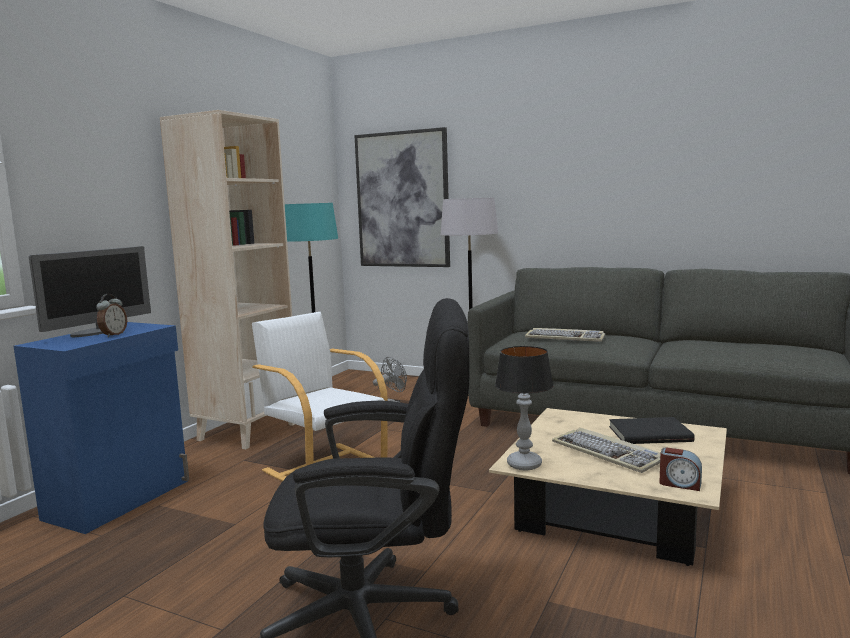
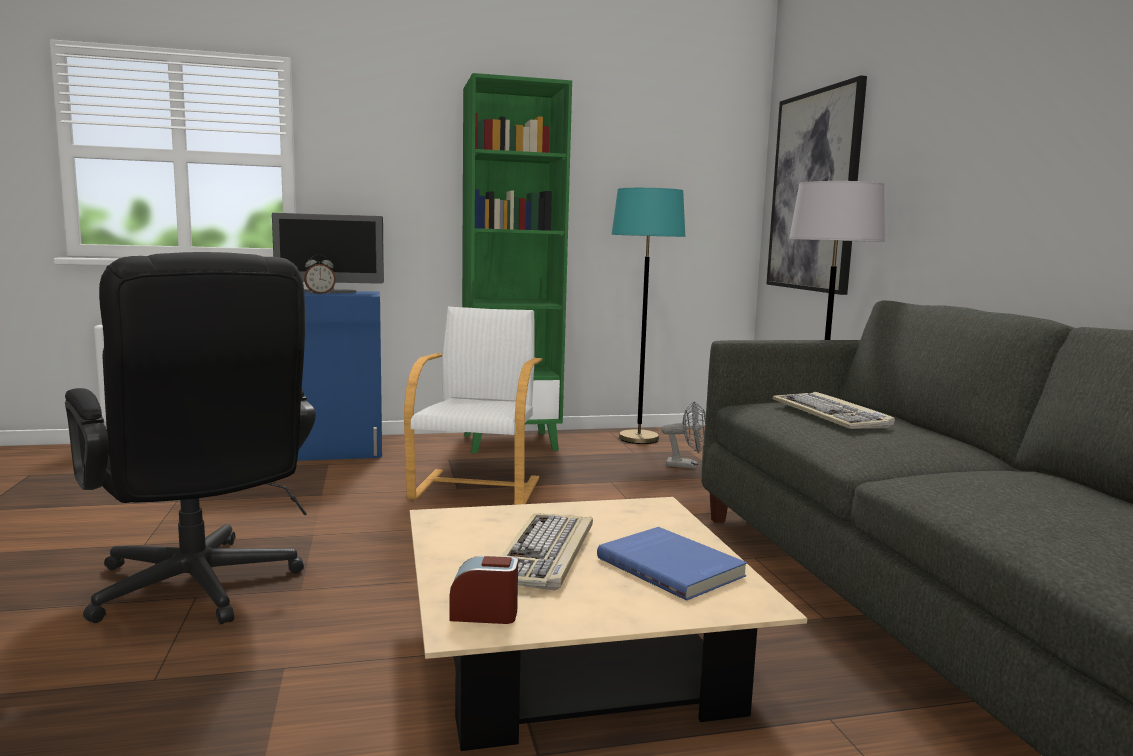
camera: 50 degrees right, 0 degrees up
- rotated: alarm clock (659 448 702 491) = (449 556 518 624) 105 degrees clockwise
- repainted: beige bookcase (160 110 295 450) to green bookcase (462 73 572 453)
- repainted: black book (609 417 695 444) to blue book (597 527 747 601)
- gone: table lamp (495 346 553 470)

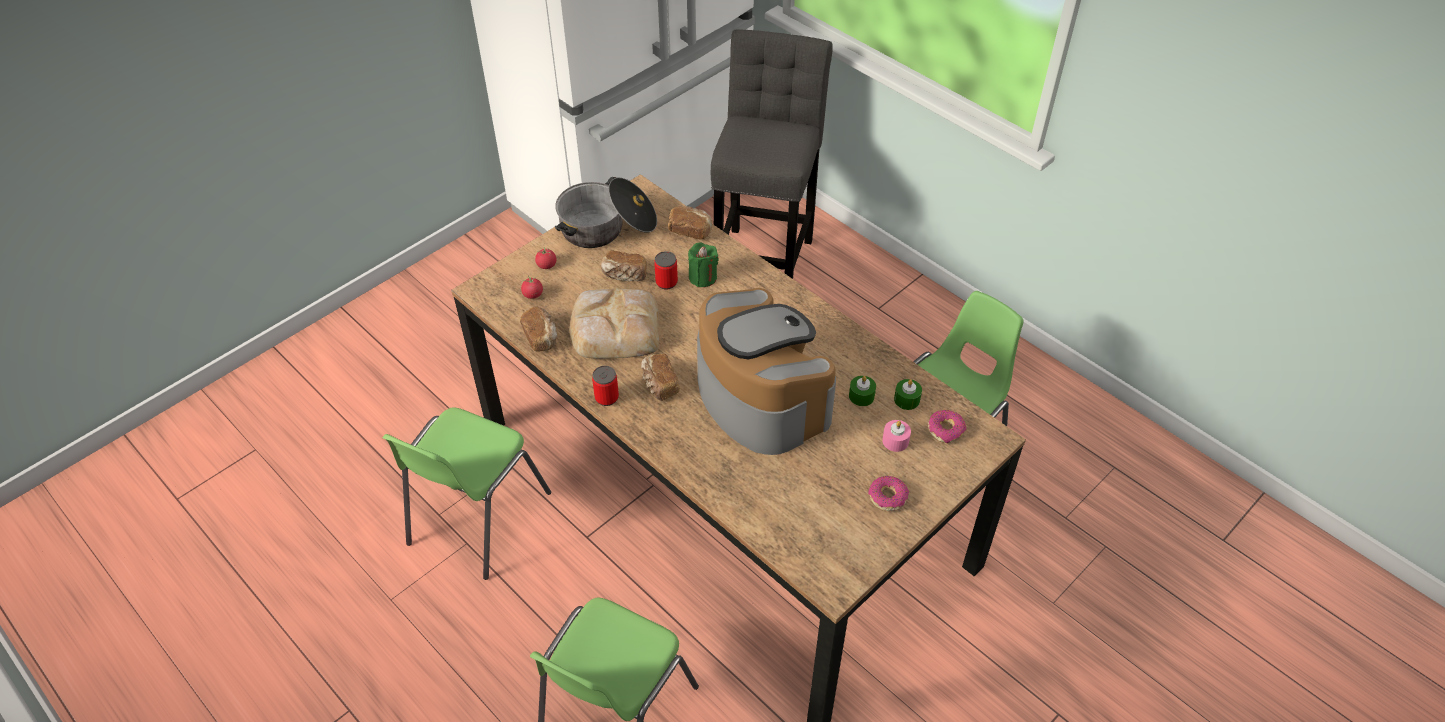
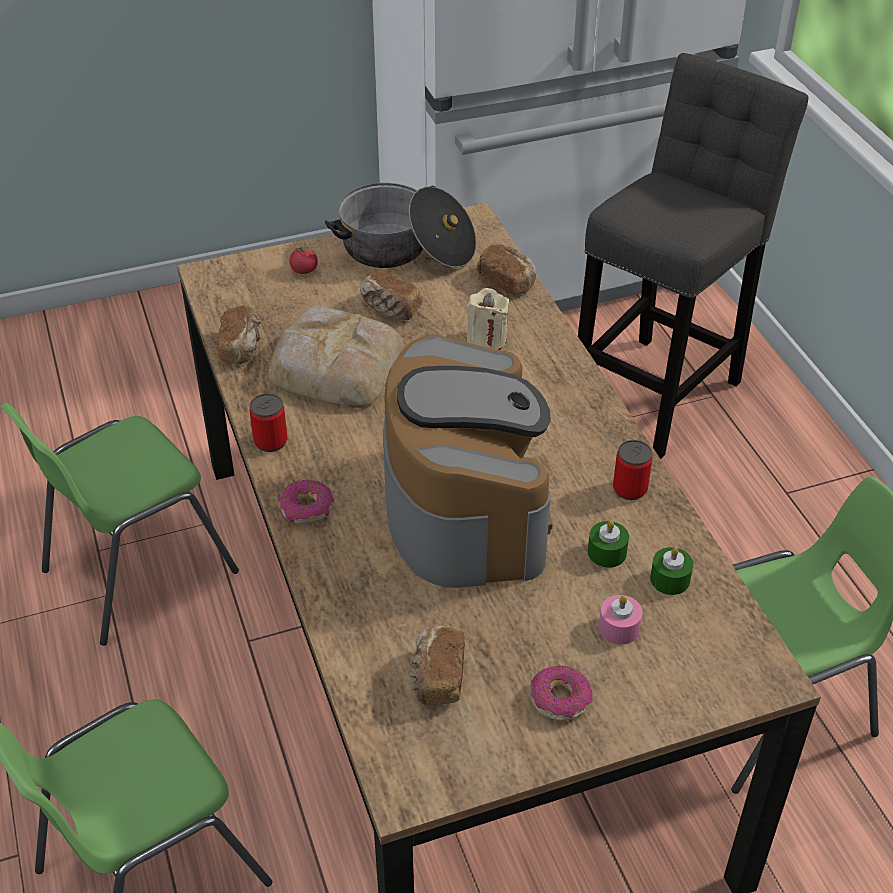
camera: 25 degrees right, 5 degrees down
- shifted: donut (928 410 967 443) to (279 480 334 524)
- shifted: bread (641 354 680 401) to (409 625 465 706)
- repainted: green candle (688 243 719 287) to beige candle (466 288 509 350)
- shifted: can (654 251 678 289) to (613 440 653 500)
- gone: tomato (521 275 543 299)

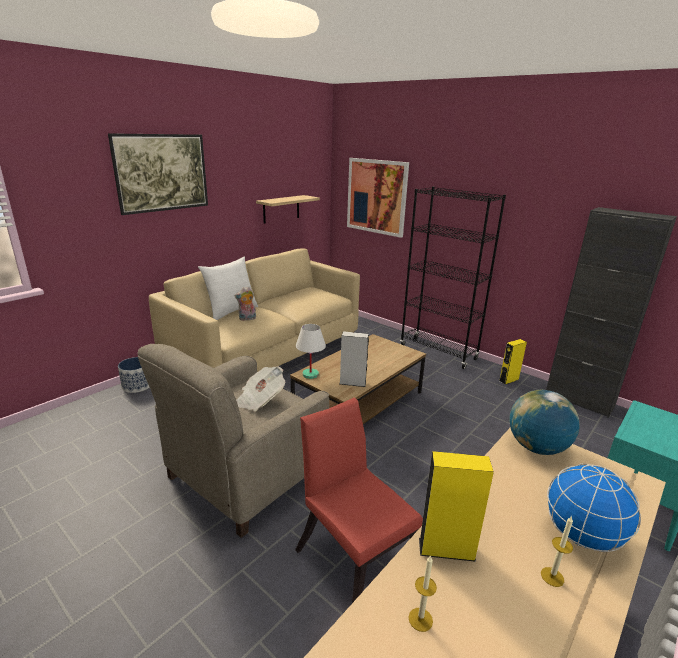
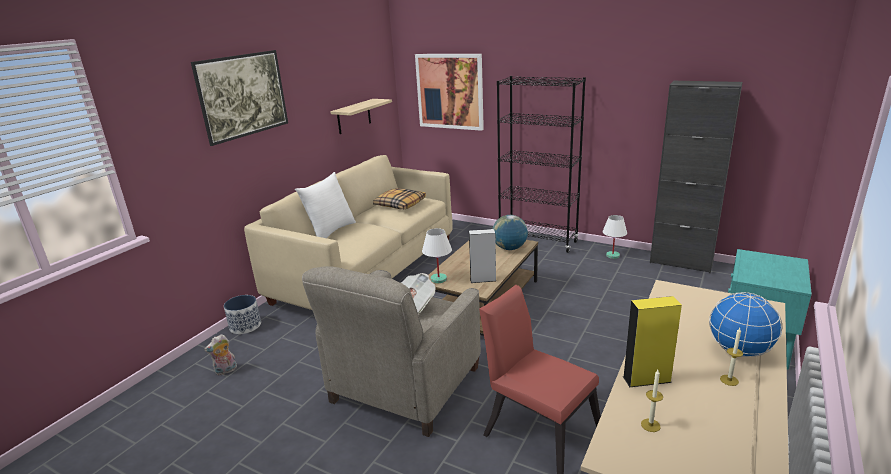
camera: 10 degrees left, 0 degrees up
- shifted: plush toy (234 286 256 321) to (204 334 237 375)
- new: pillow (373 188 426 210)
- shifted: globe (509 390 580 455) to (492 215 528 250)
- swapped: yellow speaker (499 339 527 385) to white table lamp (602 215 627 259)

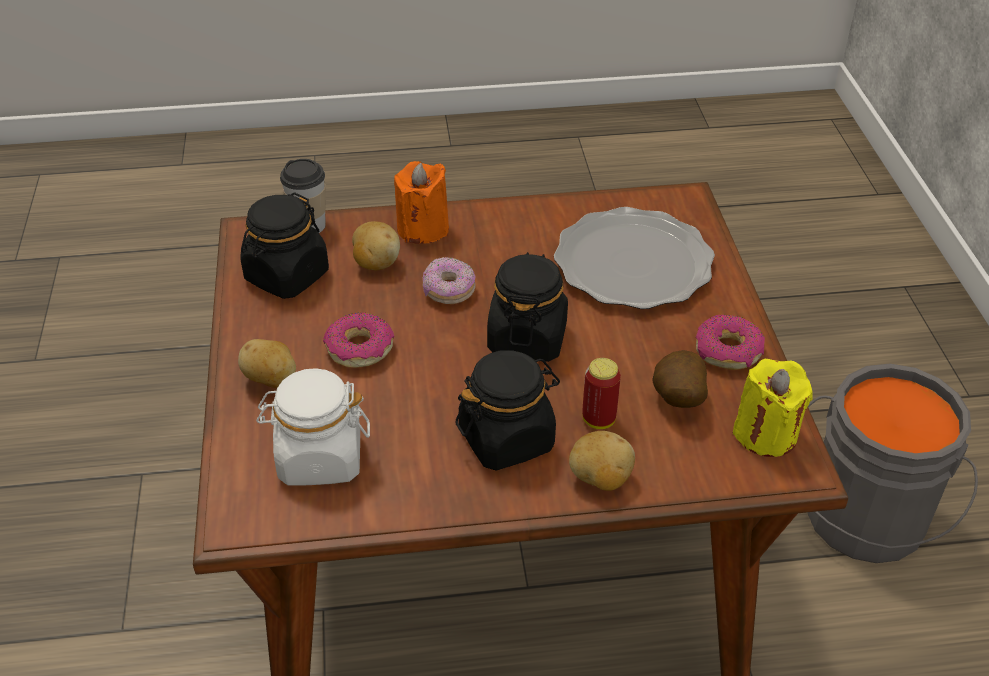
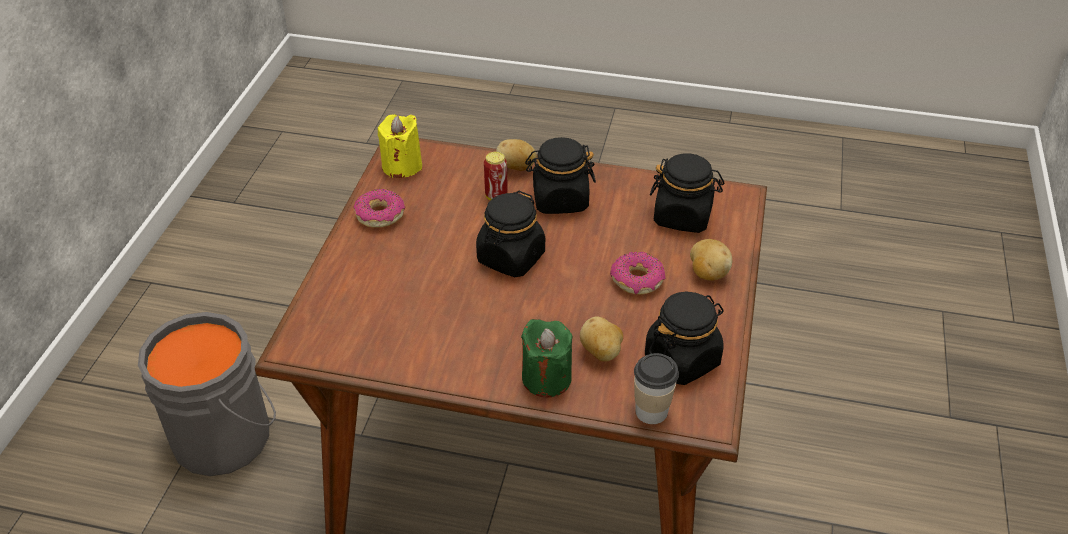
camera: 160 degrees left, 0 degrees up
- repainted: orange candle (394 161 449 244) to green candle (521 319 573 398)
- repainted: white jar (256 368 370 485) to black jar (650 153 725 233)
- gone: donut (422 257 476 304)
- gone: plate (554 207 715 309)
- gone: potato (652 350 708 408)

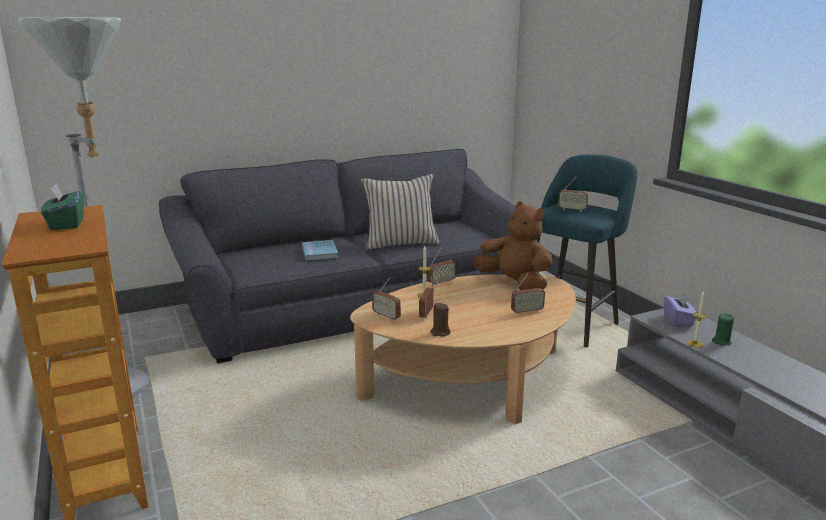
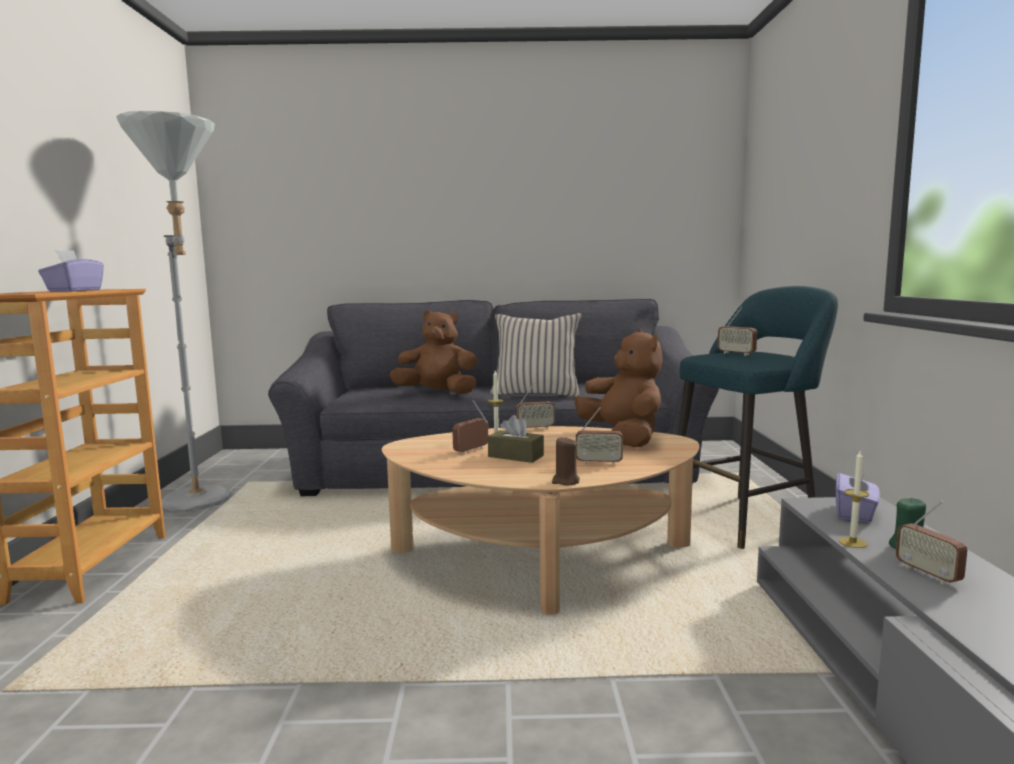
camera: 25 degrees right, 10 degrees down
- repainted: green tissue box (41 183 84 230) to purple tissue box (38 250 104 291)
- swapped: blue book (302 240 338 261) to brown plush toy (390 310 477 394)
- new: brown tissue box (488 415 544 463)
- shifted: brown candle (430 303 451 337) to (552 437 580 485)
- shifted: radio (372 277 401 321) to (896 500 967 584)

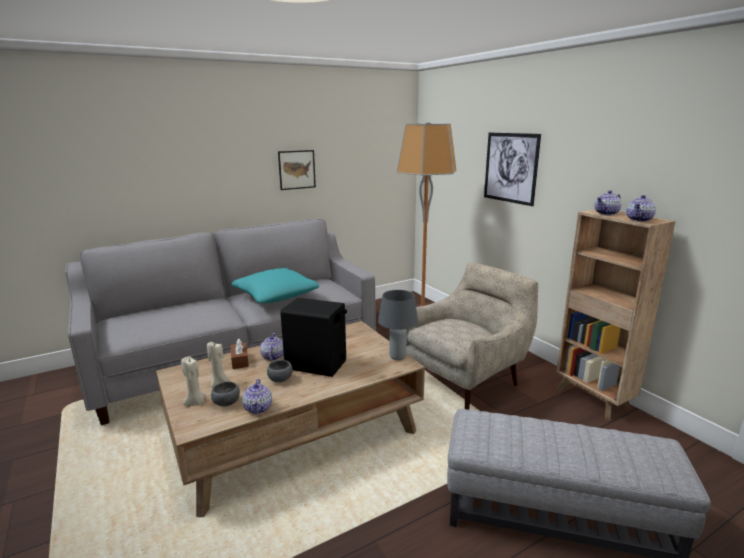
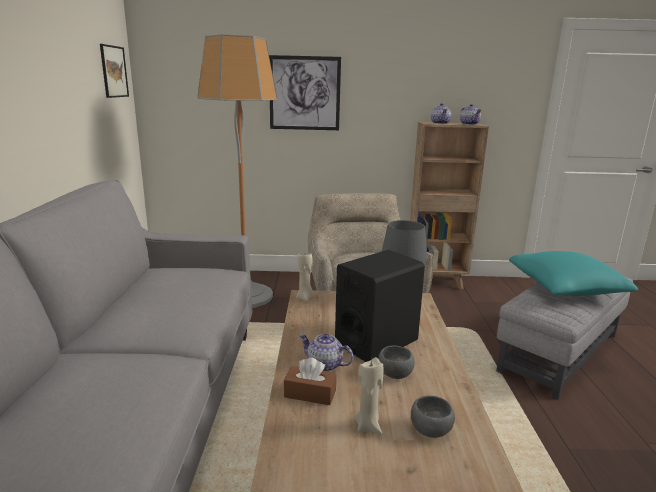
camera: 60 degrees left, 0 degrees up
- shifted: picture (278 150 316 190) to (100 44 129 98)
- shifted: beige candle (181 356 206 406) to (296 253 314 302)
- shifted: turquoise pillow (231 268 319 303) to (509 251 638 296)
- gone: teapot (242 379 272 414)

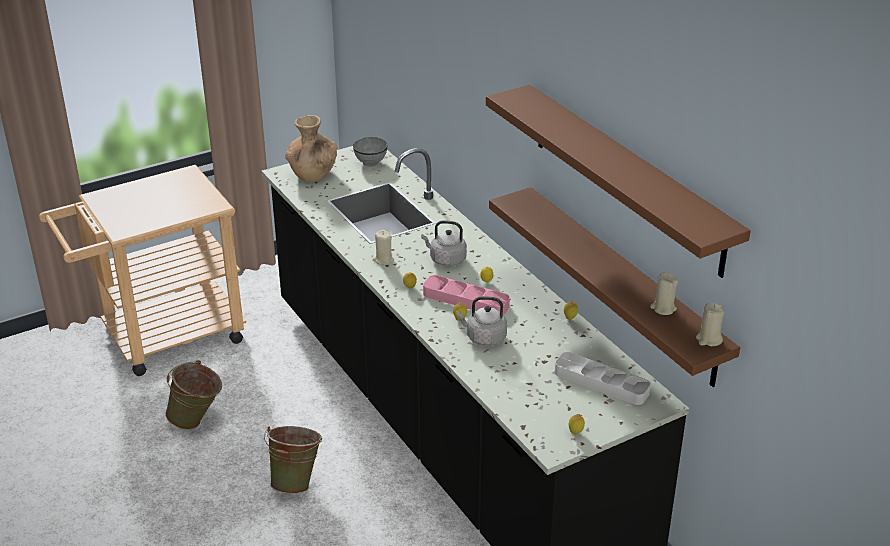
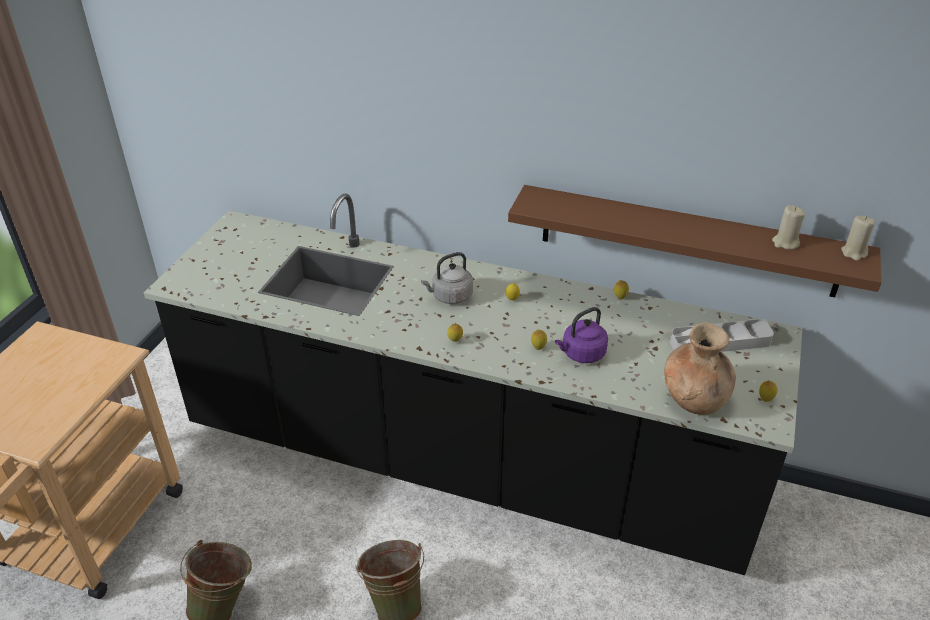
camera: 40 degrees left, 5 degrees up
- repainted: grey kettle (457 296 507 346) to purple kettle (555 307 608 363)
- shifted: brown vase (285 115 338 182) to (664 322 736 415)
- gone: grey bowl (353 137 388 167)
- gone: beige candle (373 230 394 265)
- gone: pink tray (423 275 510 315)
- gone: brown shelf (486 85 751 278)

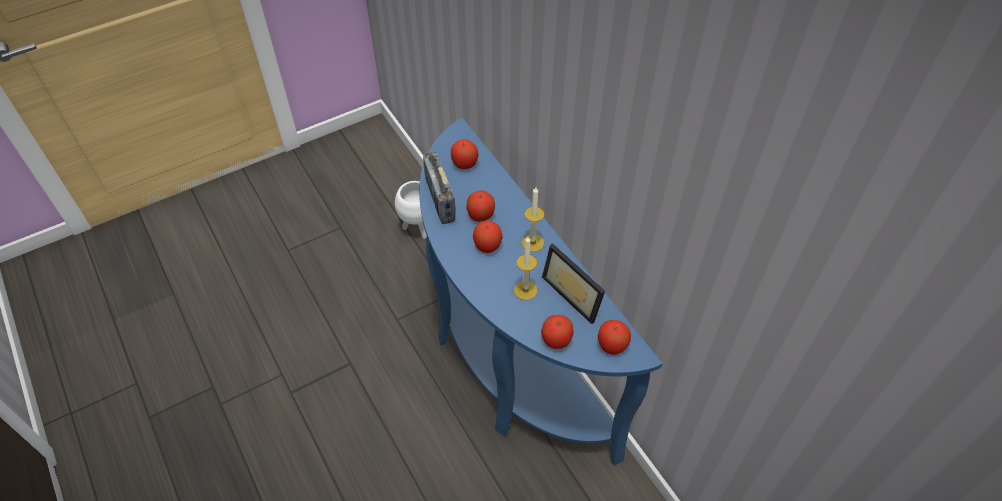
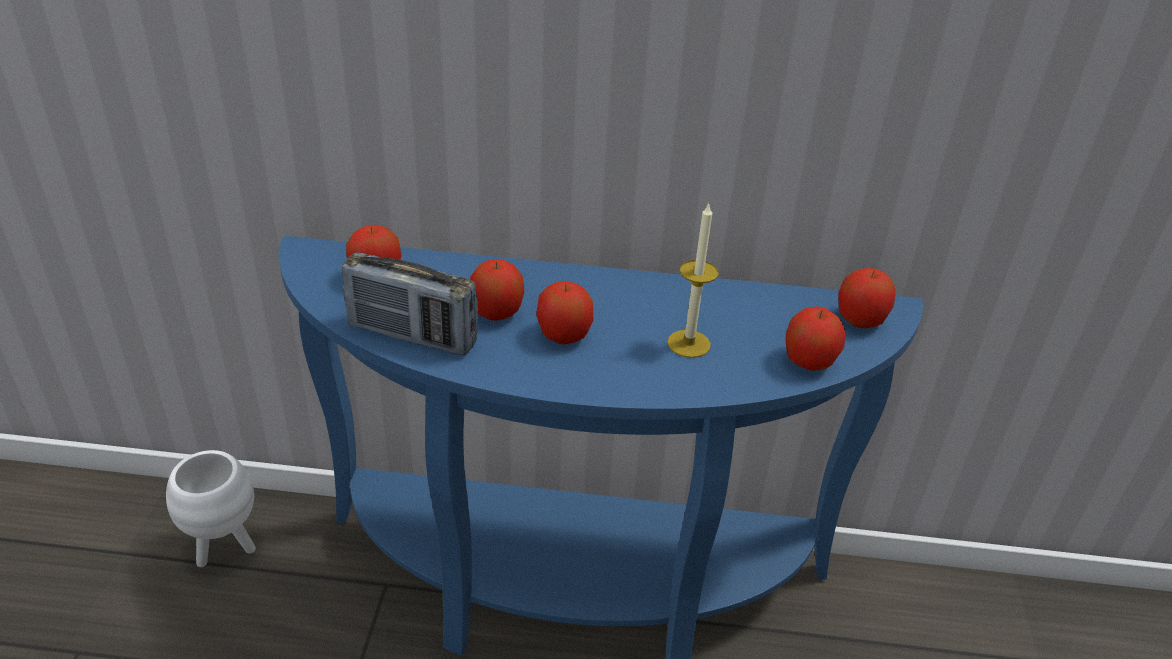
camera: 55 degrees left, 15 degrees down
- gone: candle (522 187 544 252)
- gone: picture frame (542 243 605 324)

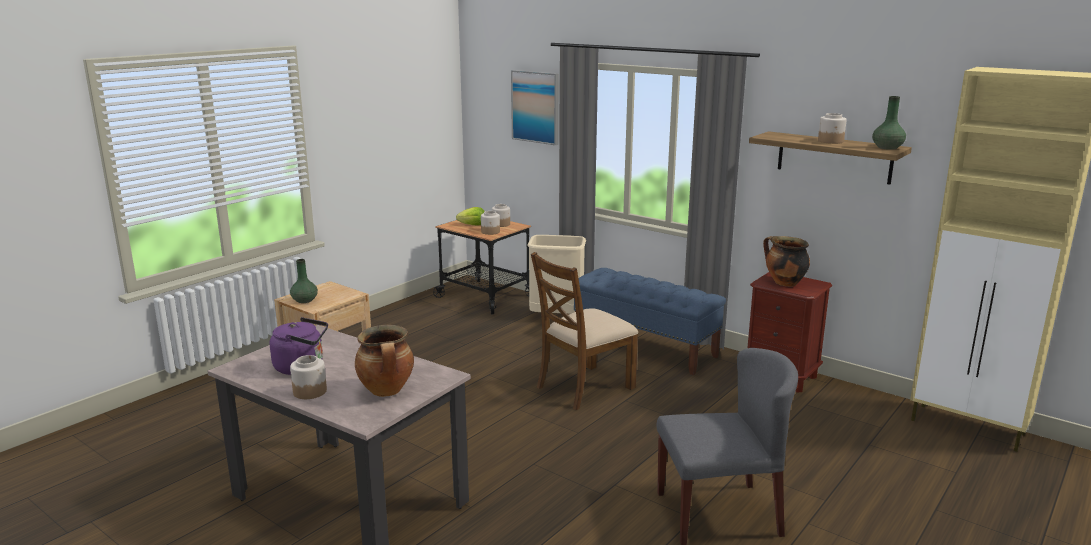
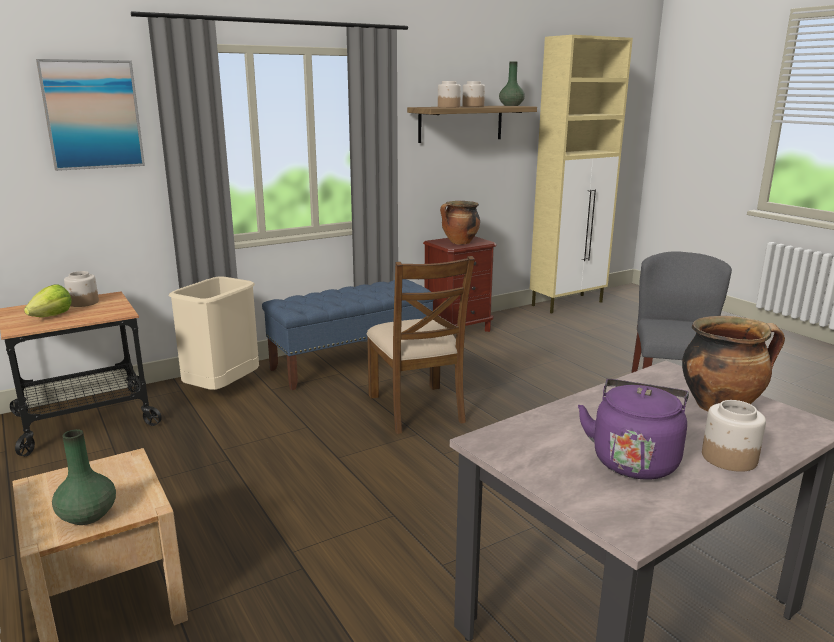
camera: 70 degrees left, 0 degrees up
- shifted: jar (481 211 500 235) to (438 81 461 108)

